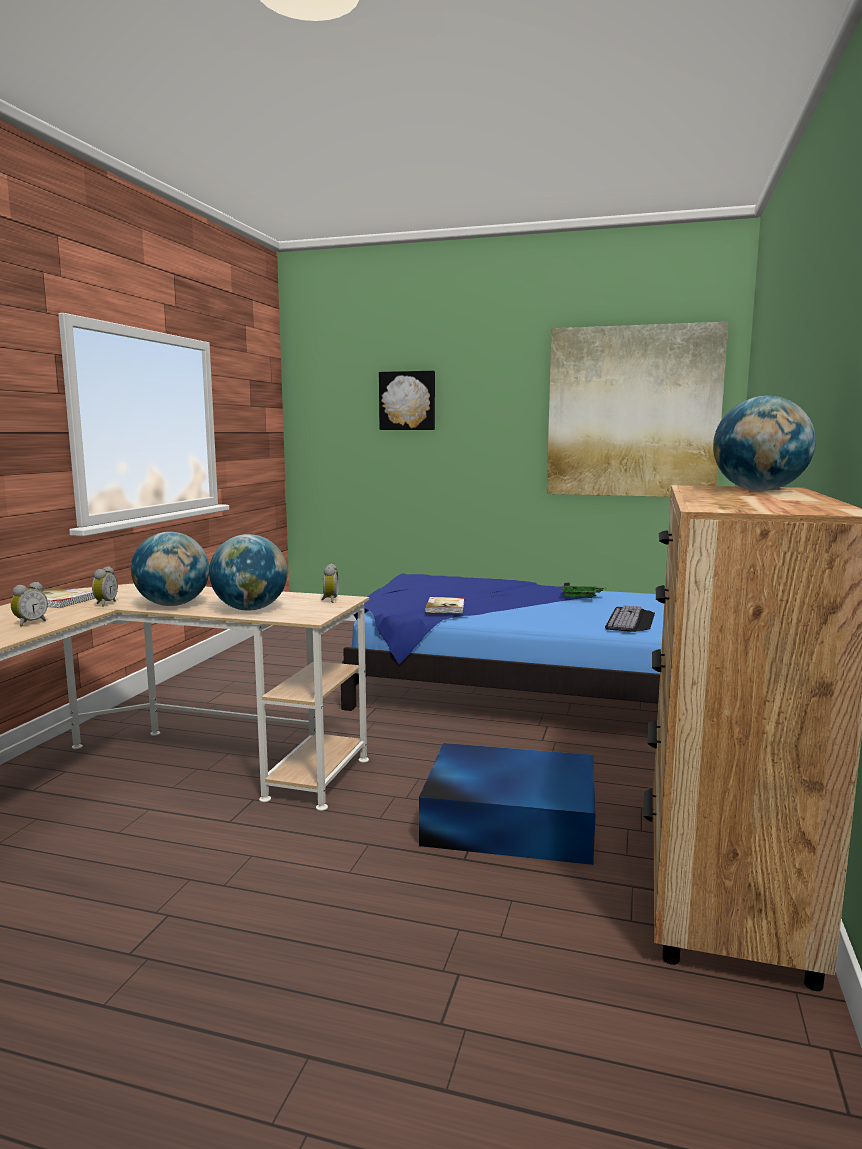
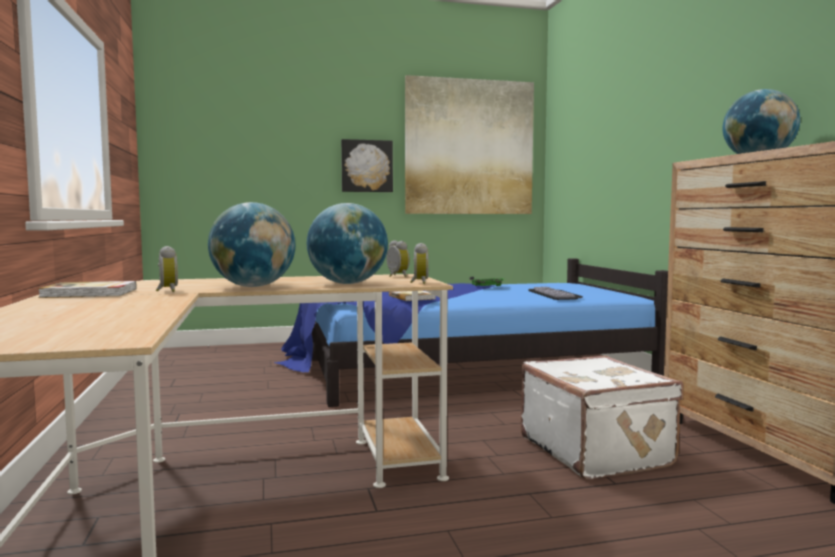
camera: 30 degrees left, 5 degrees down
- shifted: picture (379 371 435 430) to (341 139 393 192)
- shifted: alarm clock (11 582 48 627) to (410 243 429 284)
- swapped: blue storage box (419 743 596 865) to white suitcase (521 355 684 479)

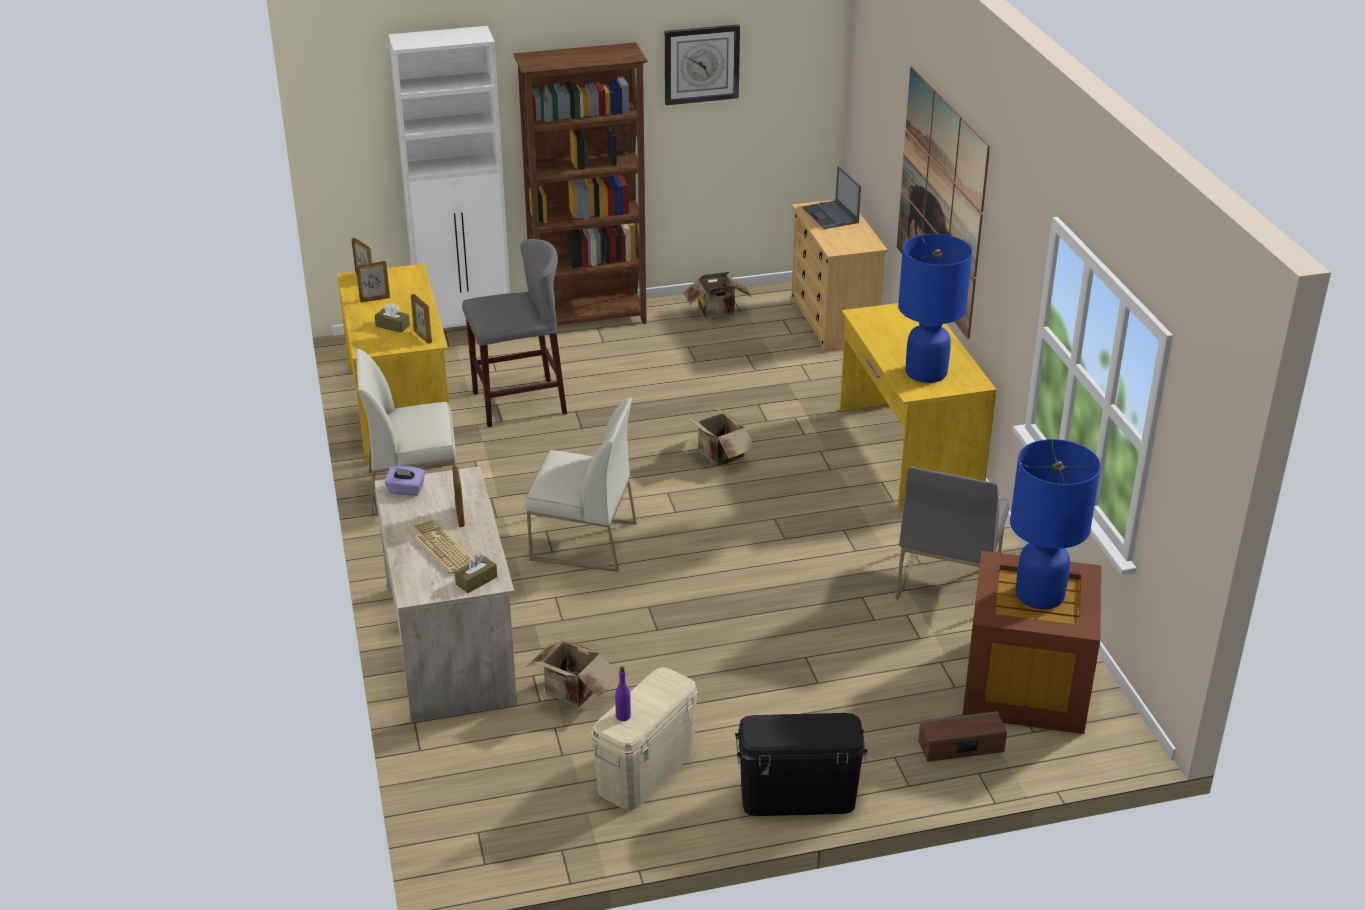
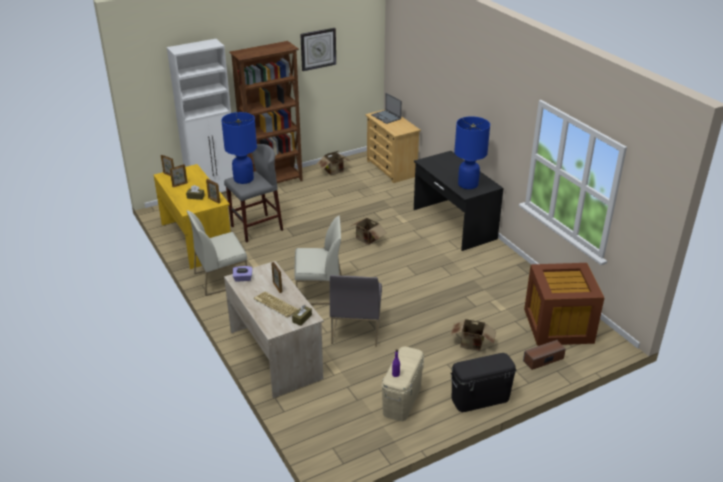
camera: 15 degrees left, 0 degrees up
- shifted: blue table lamp (1010 439 1101 609) to (221 112 257 184)
- shifted: grey chair (895 466 1009 600) to (330 275 382 346)
- repainted: yellow desk (840 303 996 507) to black desk (414 151 504 251)
- shifted: cardboard box (526 638 619 708) to (450 319 496 351)
- gone: picture (897 67 990 339)

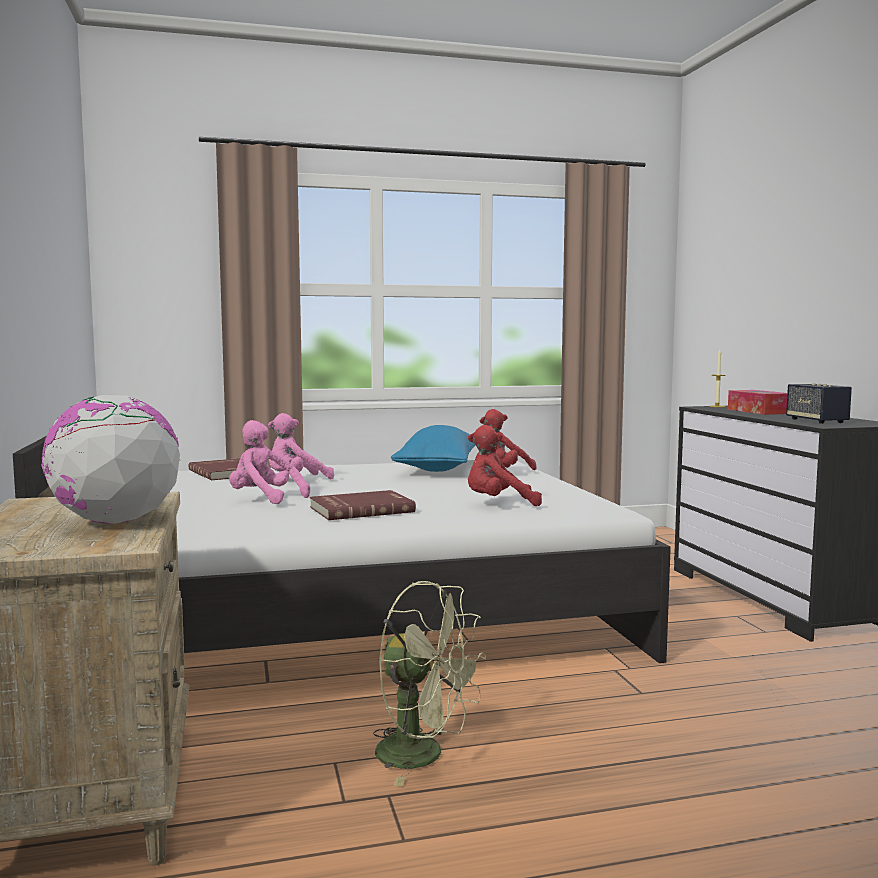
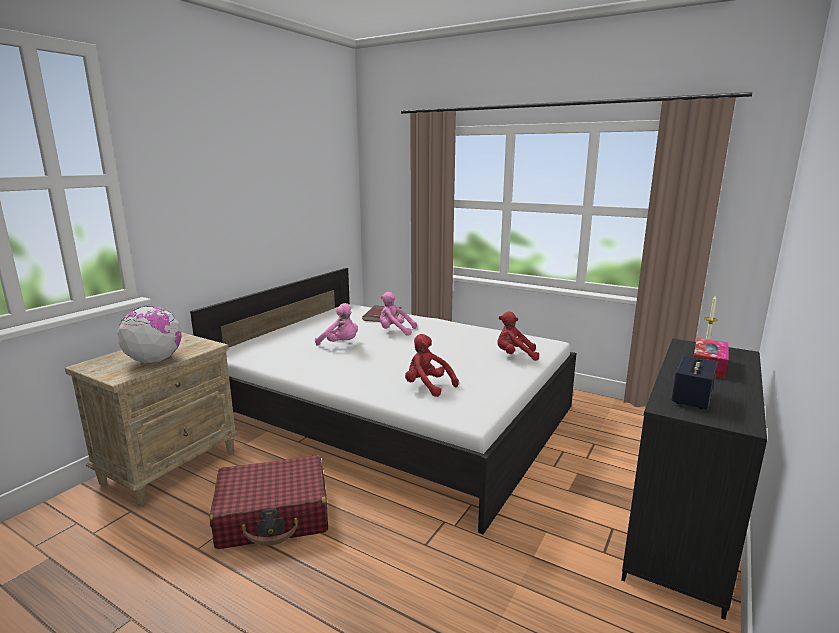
camera: 45 degrees right, 10 degrees up
- swapped: green fan (373 581 486 786) to red suitcase (210 455 328 549)
- rotated: pink plush toy (229 420 310 504) = (315 303 358 346) 135 degrees clockwise
- gone: red book (310 490 416 520)
- gone: blue pillow (391 425 475 472)

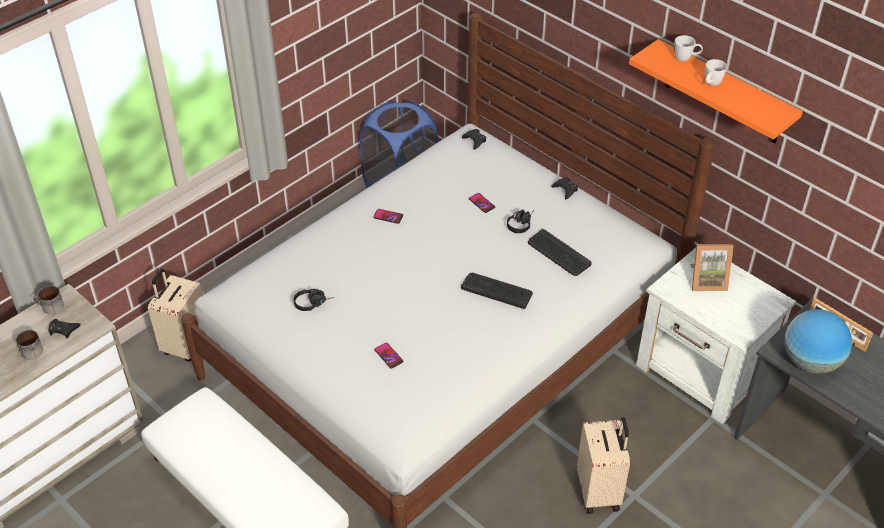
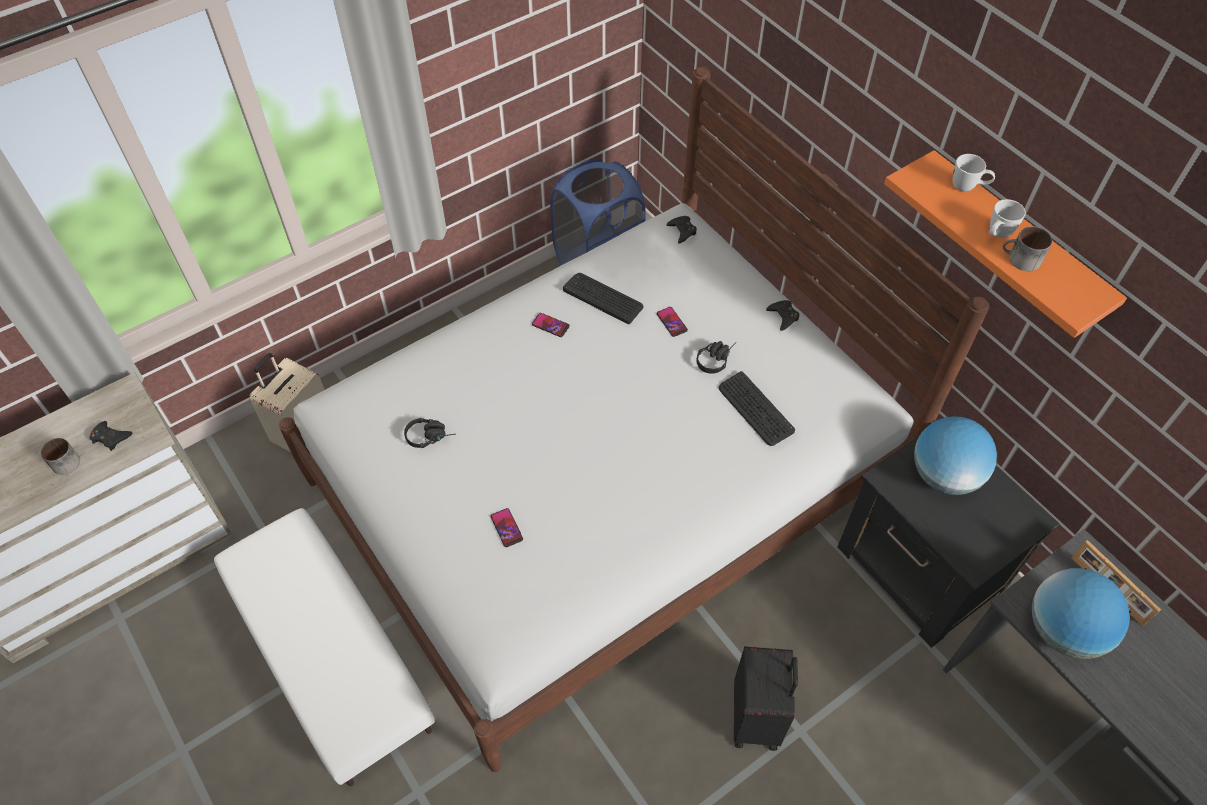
camera: 10 degrees right, 10 degrees up
- shifted: keyboard (461 273 533 309) to (563 273 644 324)
- repainted: beige suitcase (577 417 630 514) to black suitcase (734 646 798 751)
- repainted: white nightstand (636 248 796 424) to black nightstand (837 436 1060 648)
- swapped: picture frame (690 244 733 291) to globe (914 416 997 495)
- shifted: mug (33 286 64 315) to (1003 226 1052 271)

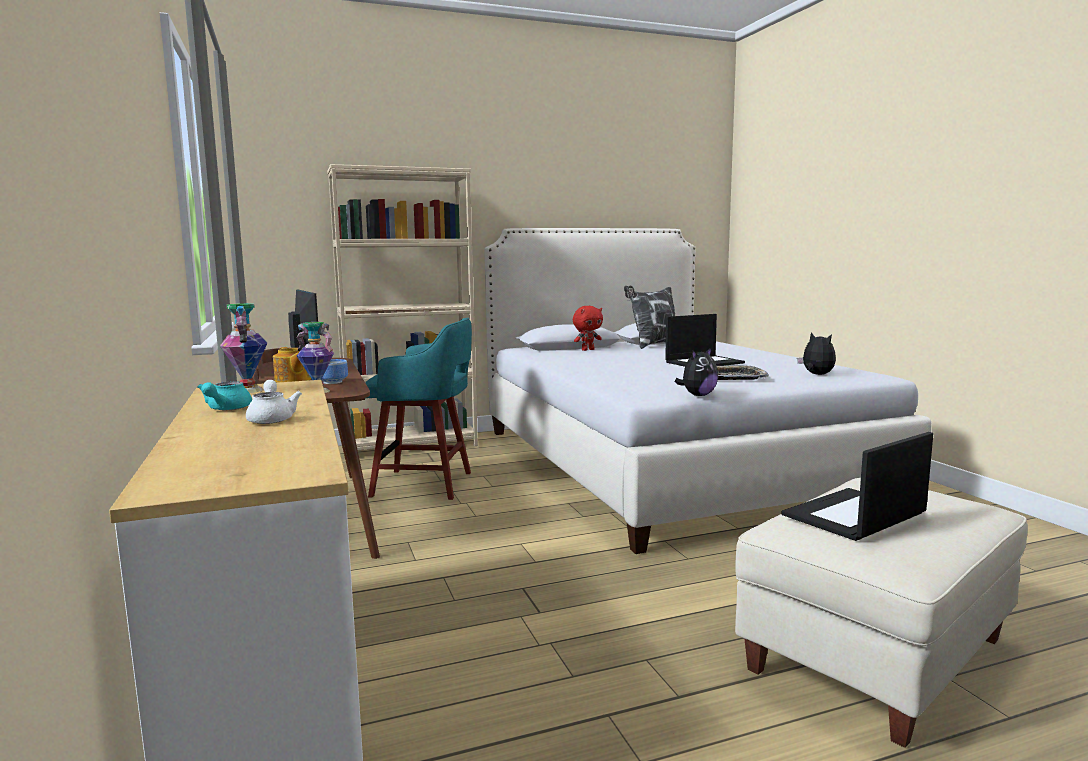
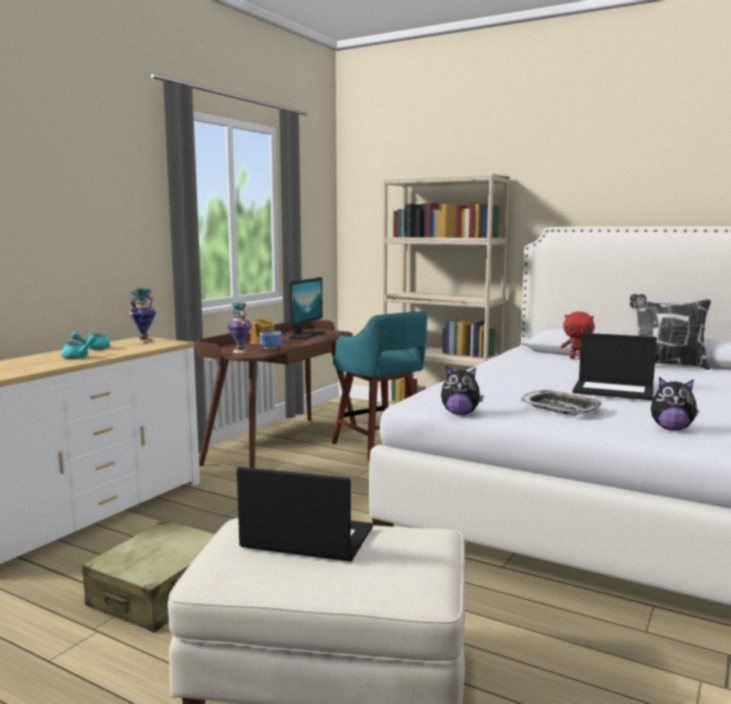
camera: 50 degrees right, 0 degrees up
- repainted: white teapot (246 380 302 424) to turquoise teapot (61 335 97 359)
- new: beige suitcase (82 520 215 633)
- rotated: plush toy (797 332 836 375) = (651 377 699 430) 90 degrees clockwise

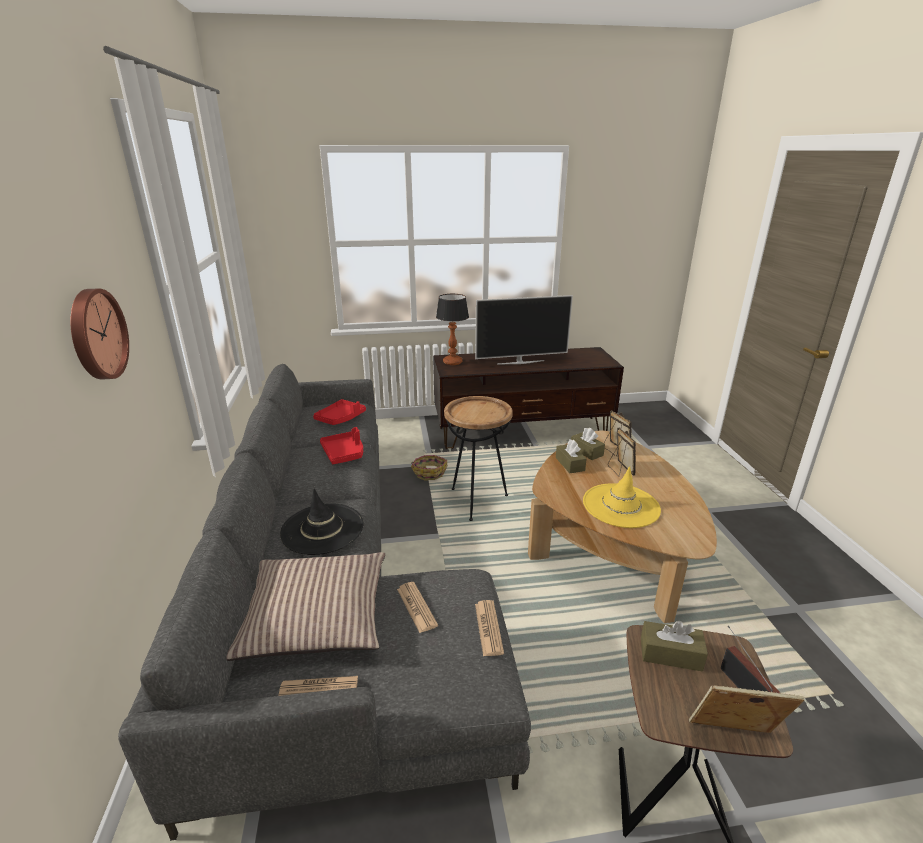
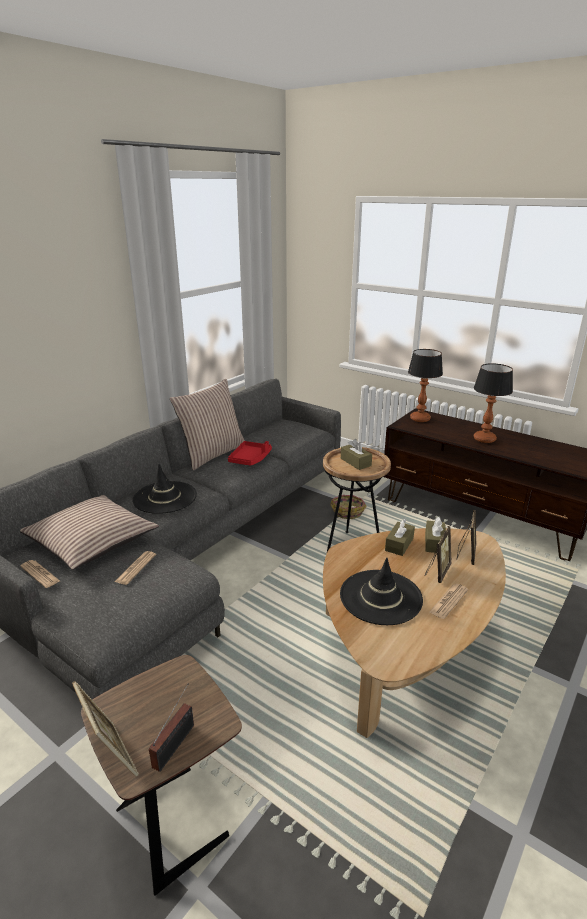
camera: 45 degrees right, 0 degrees up
- new: pillow (169 379 245 470)
- repainted: yellow hat (583 466 661 528) to black hat (340 558 423 625)
- shifted: brown tissue box (641 621 708 672) to (341 439 372 470)
- shifted: newspaper (475 600 504 656) to (429 584 468 619)
- swapped: television (475 295 573 364) to table lamp (474 363 513 443)
- gone: wall clock (70 289 129 379)
- gone: red tray (313 399 366 425)

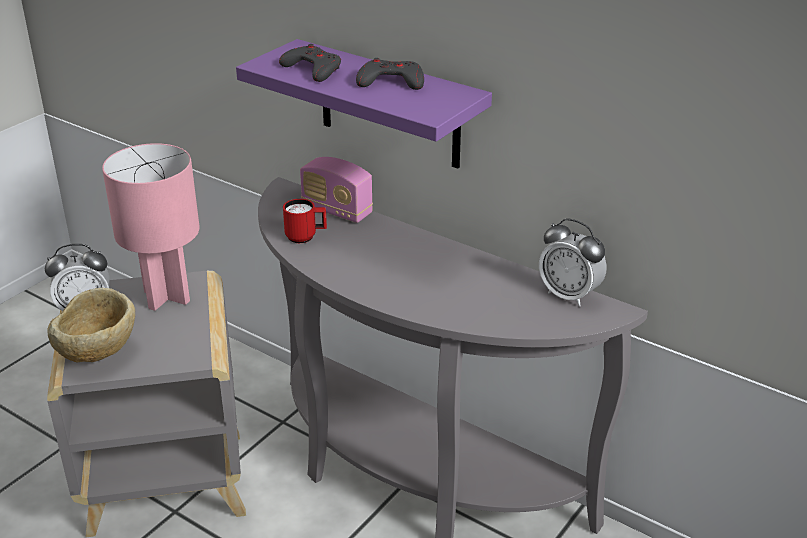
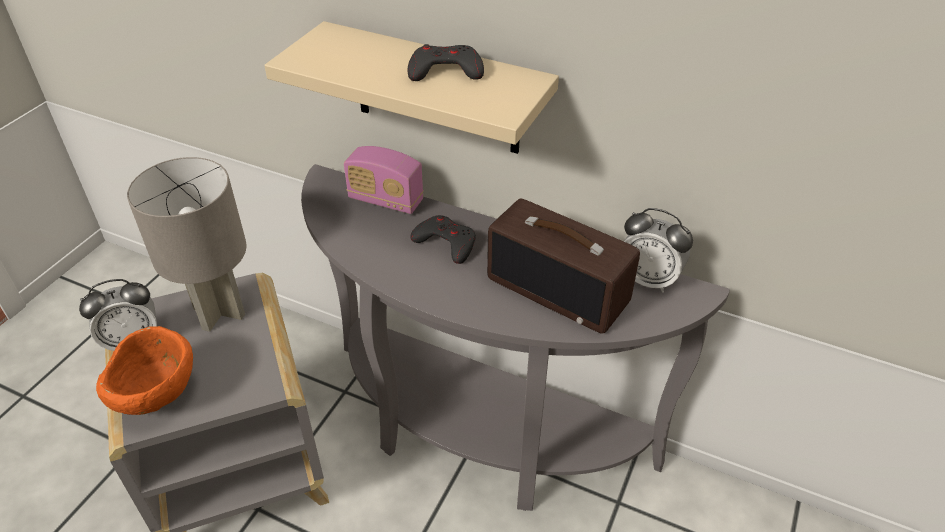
camera: 10 degrees left, 10 degrees up
- repainted: beige bowl (47 288 135 362) to orange bowl (96 326 193 415)
- repainted: pink table lamp (102 143 200 311) to grey table lamp (127 157 247 332)
- repainted: purple shelf (236 39 492 169) to beige shelf (264 21 559 154)
- shifted: grey game controller (279 44 341 82) to (410 215 476 264)
- new: radio (487 199 640 334)
- gone: red mug (283 199 327 243)

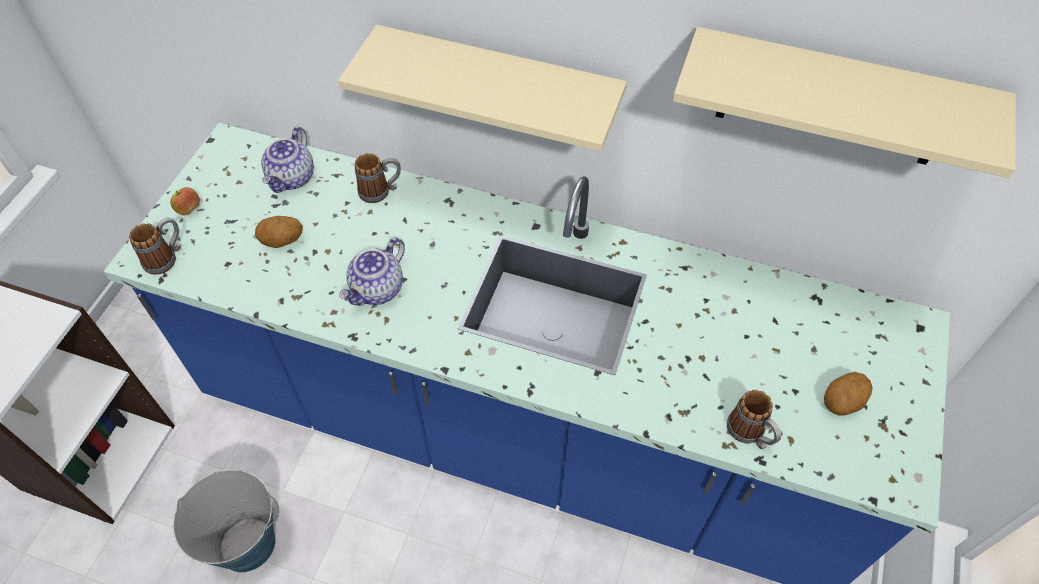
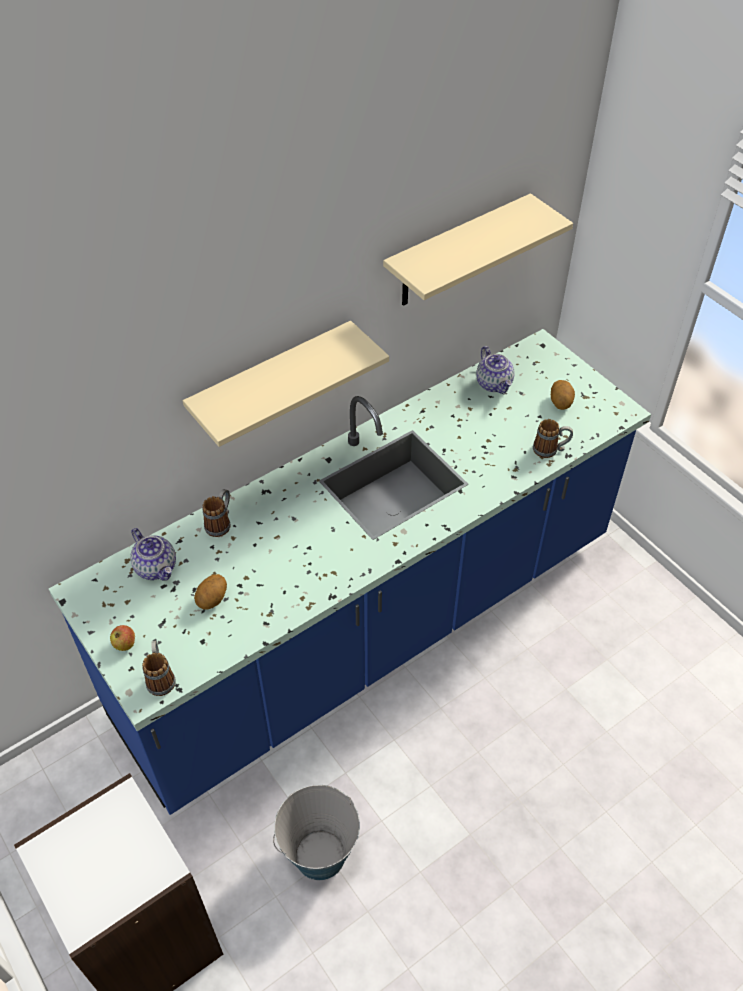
camera: 55 degrees left, 5 degrees down
- shifted: teapot (339 237 405 306) to (476 346 515 394)

